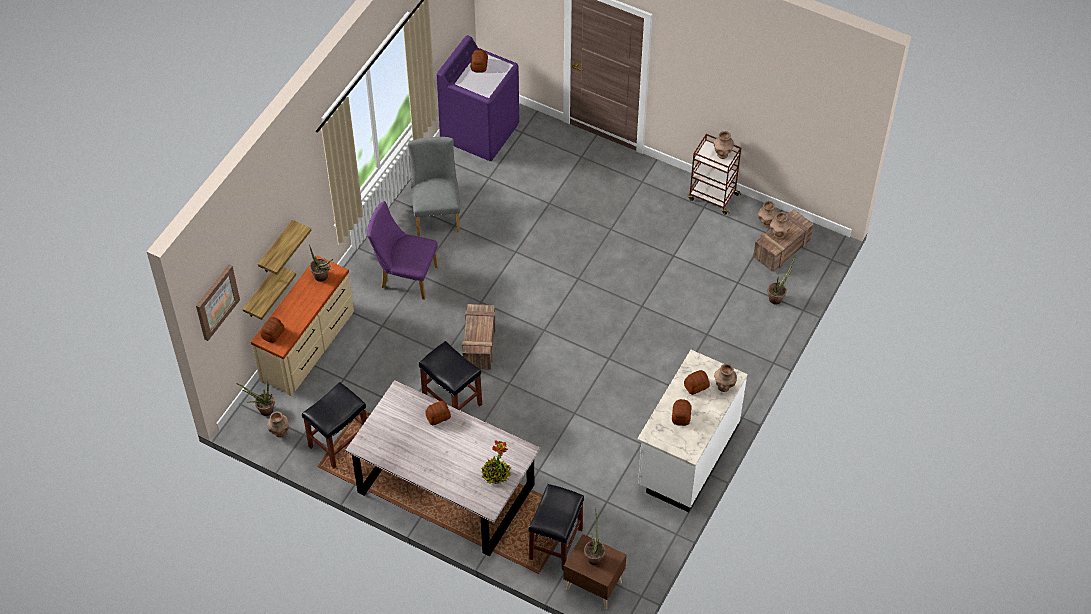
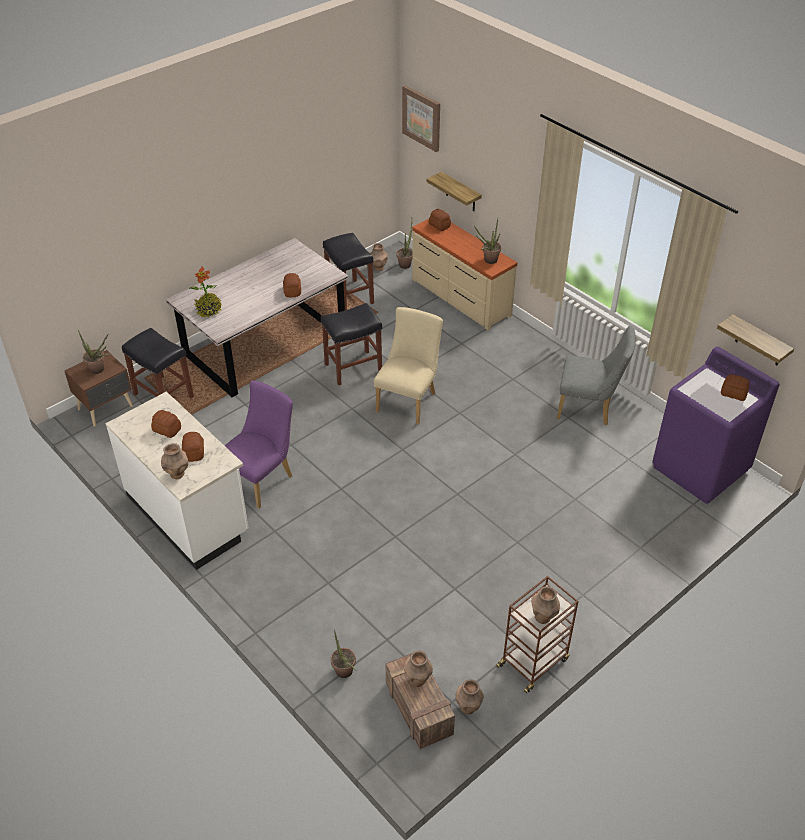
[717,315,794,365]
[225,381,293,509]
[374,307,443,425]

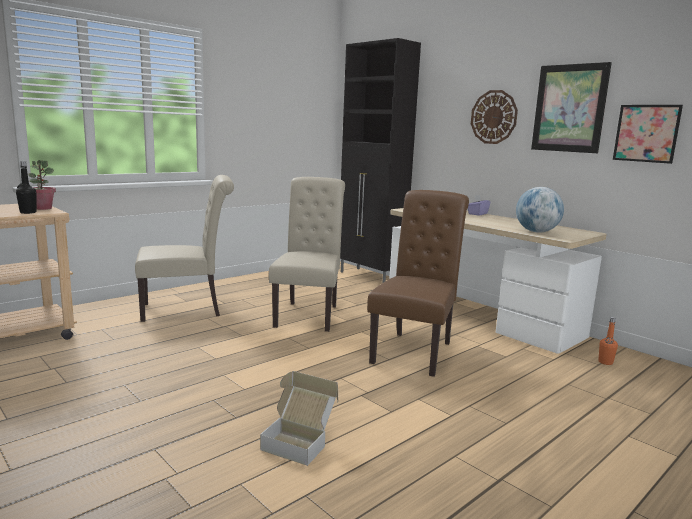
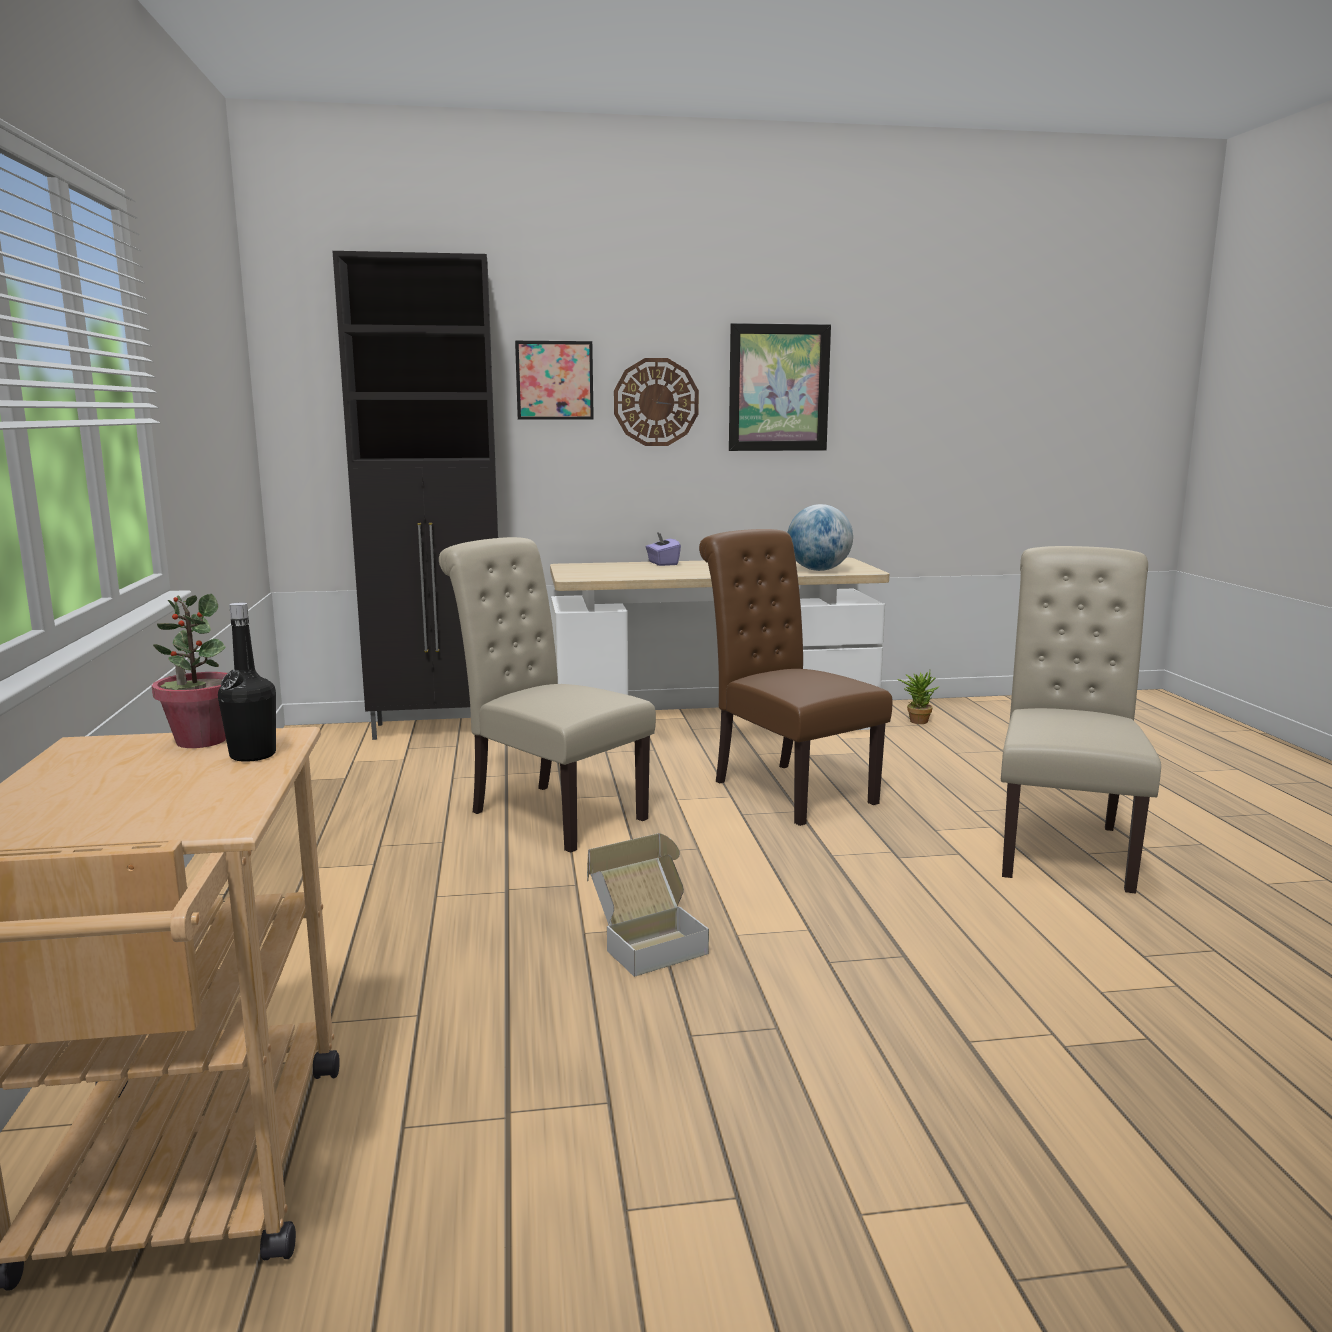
[1001,546,1161,894]
[587,833,709,977]
[515,341,594,420]
[897,671,939,724]

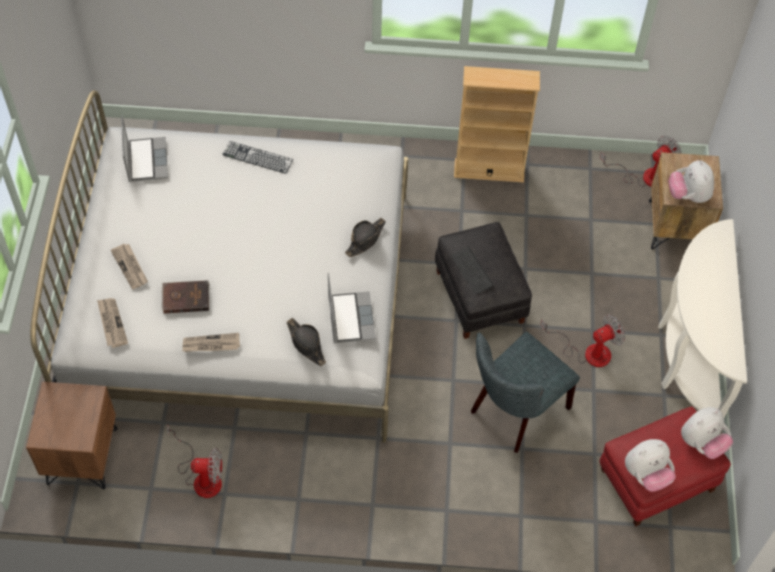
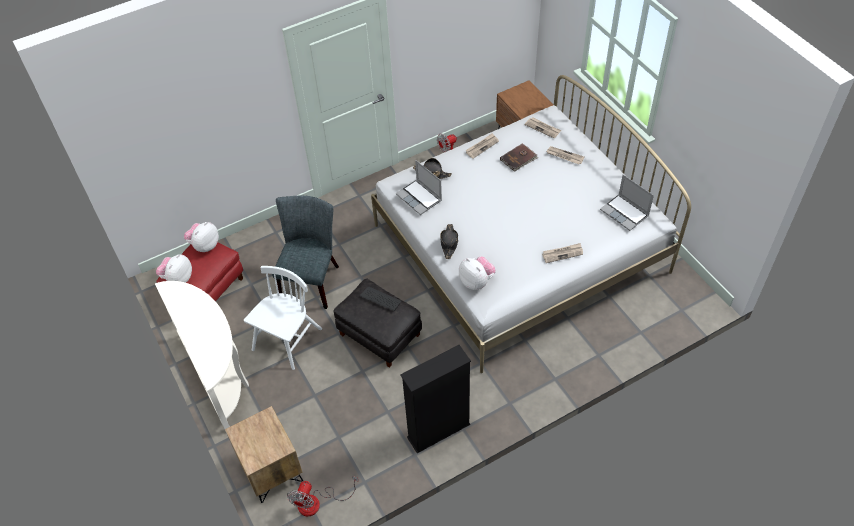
[459,257,496,290]
[542,243,583,263]
[244,266,322,370]
[400,345,471,453]

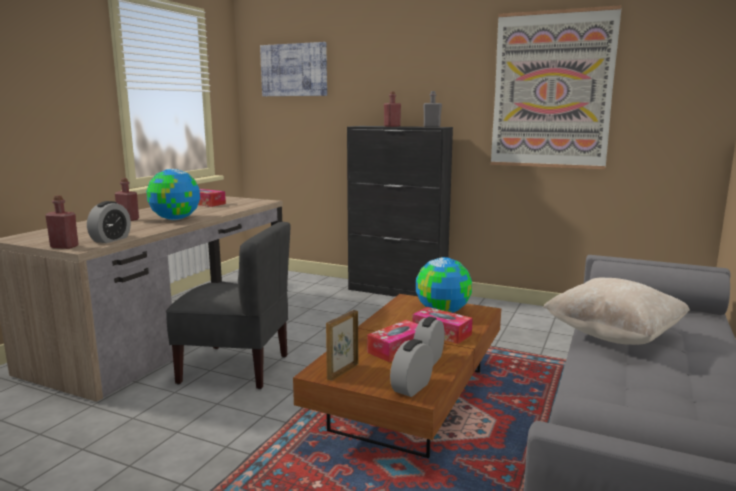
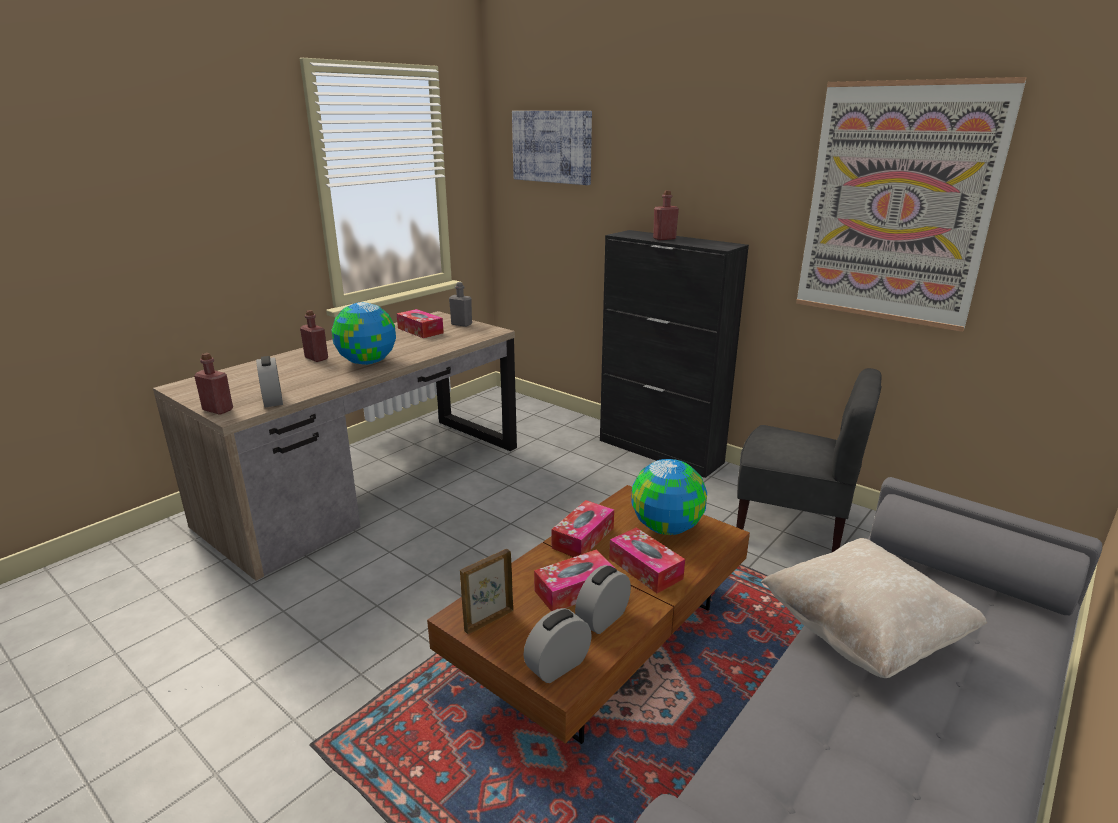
[552,500,614,557]
[736,368,882,552]
[449,282,472,327]
[256,356,283,407]

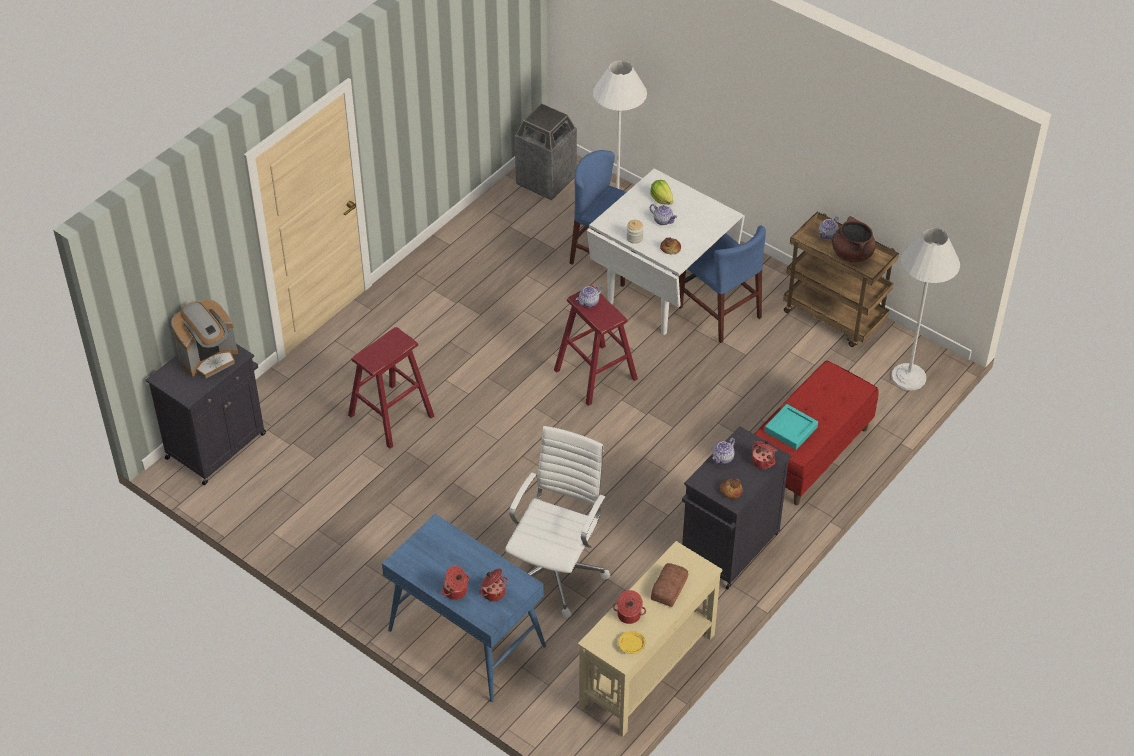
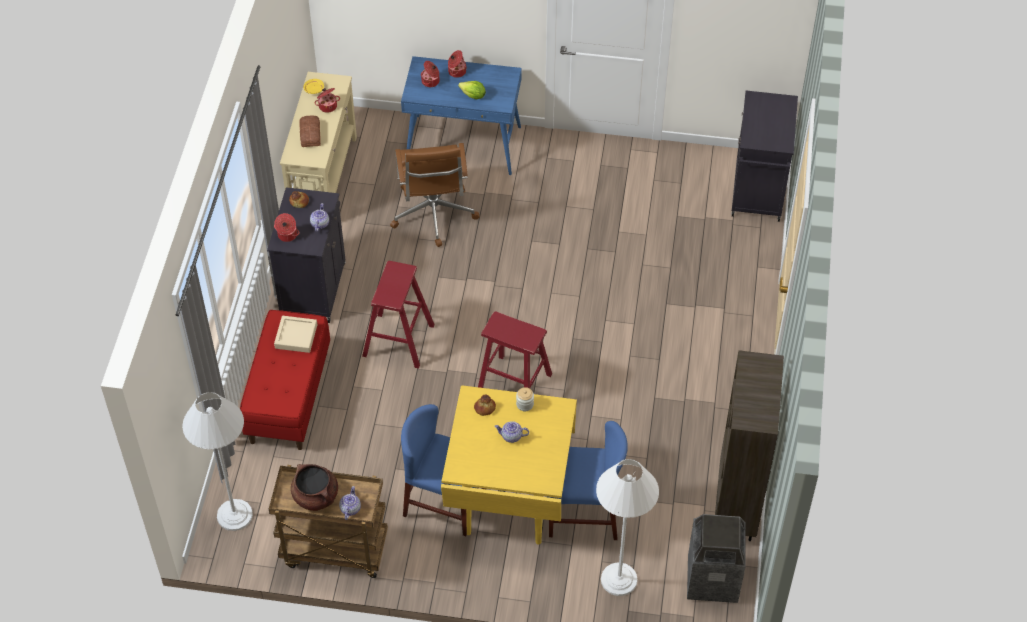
[171,300,238,378] (first image)
[576,285,603,307] (first image)
[715,350,784,541]
[362,261,435,369]
[458,81,486,99]
[390,143,480,247]
[441,385,577,544]
[274,316,317,353]

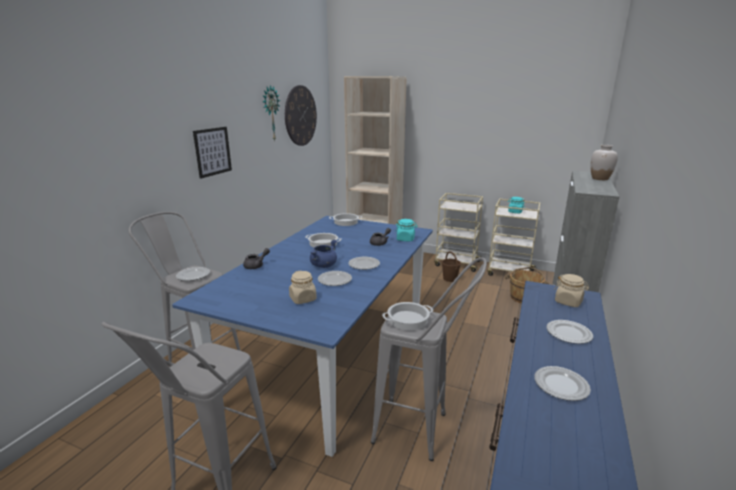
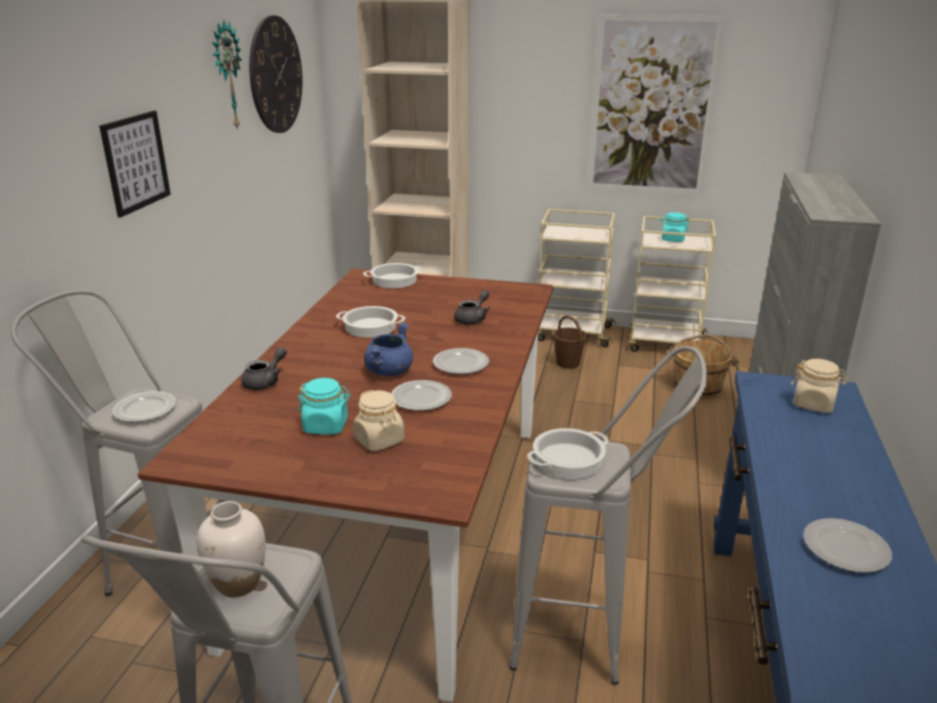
[546,320,593,344] (first image)
[588,15,724,194]
[298,378,351,434]
[197,501,266,597]
[138,269,553,702]

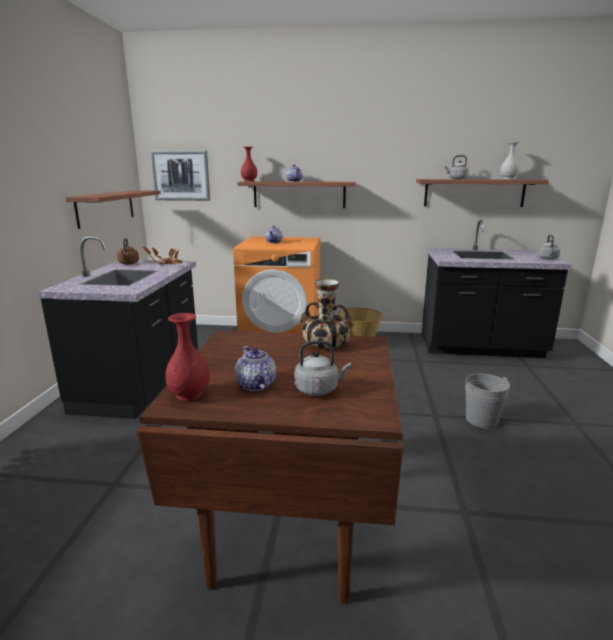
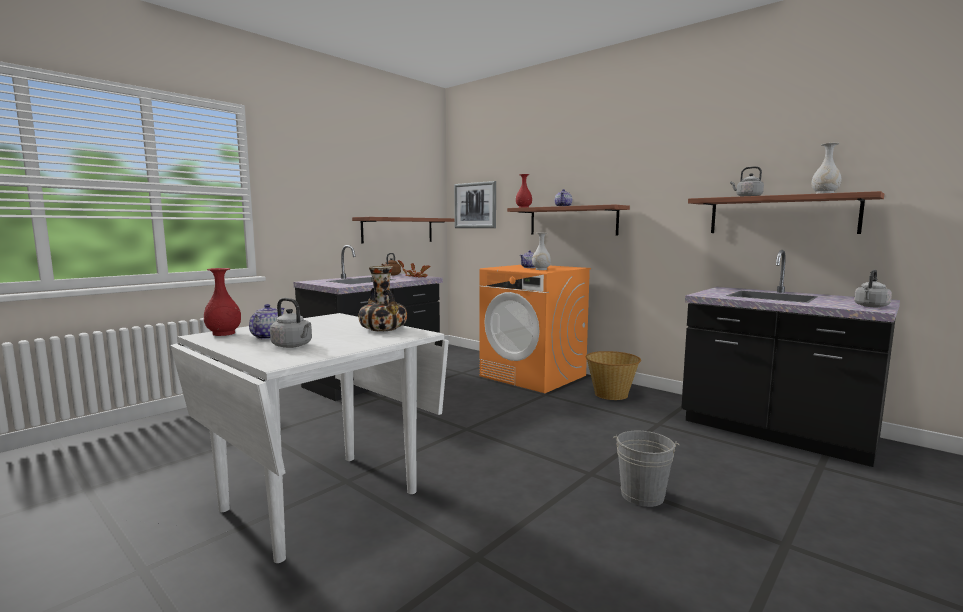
[532,233,551,270]
[170,313,449,563]

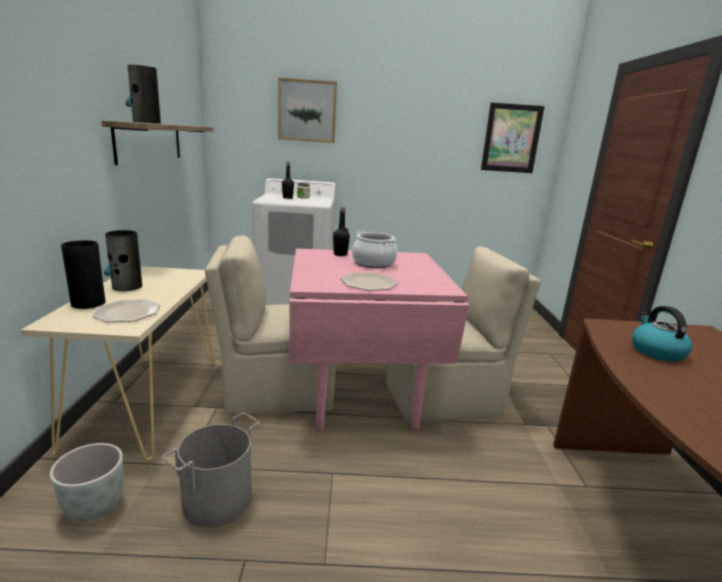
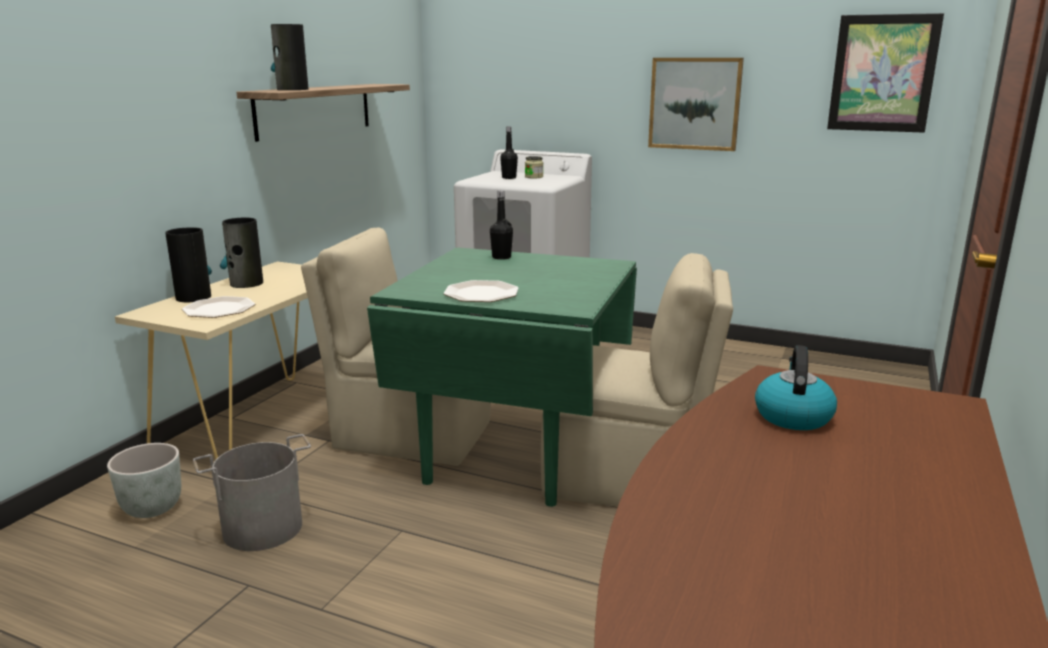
[352,230,397,268] (first image)
[648,58,744,151]
[367,247,637,507]

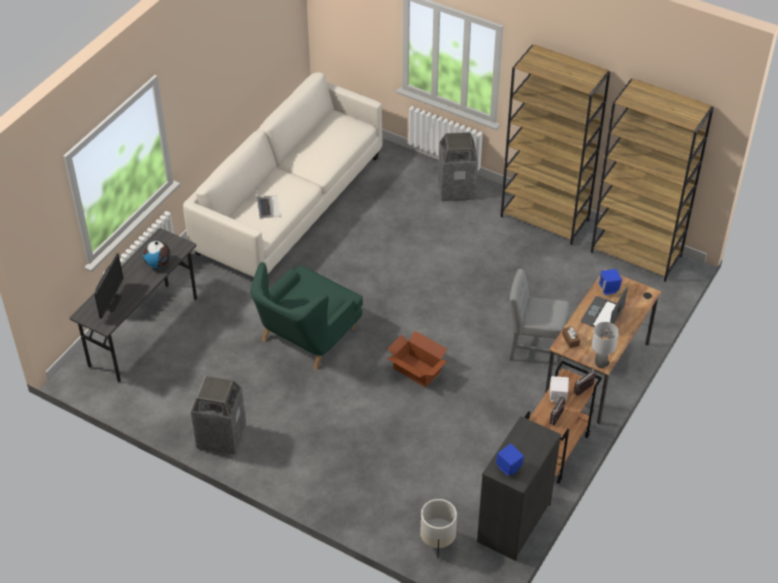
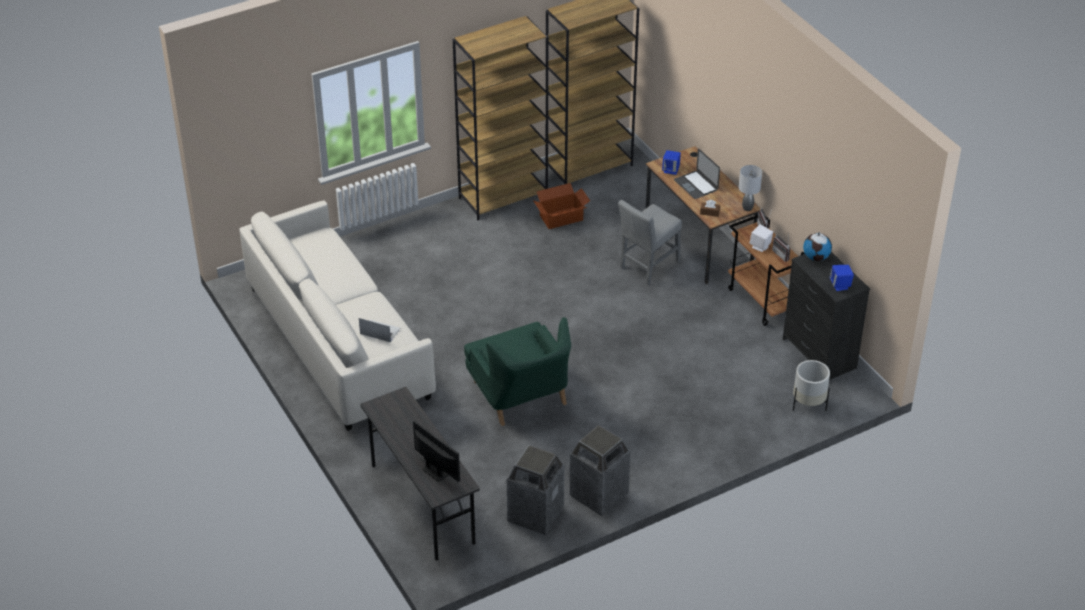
[803,232,832,261]
[533,183,590,229]
[507,445,565,535]

